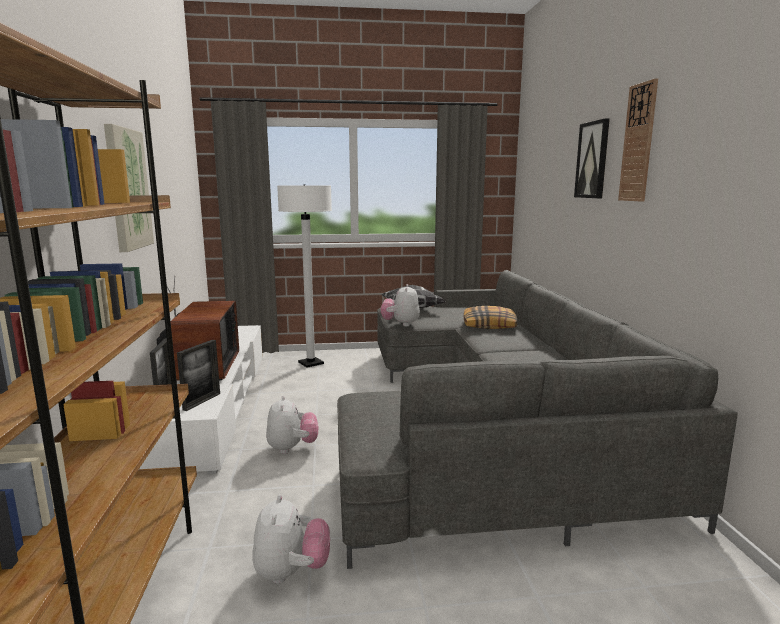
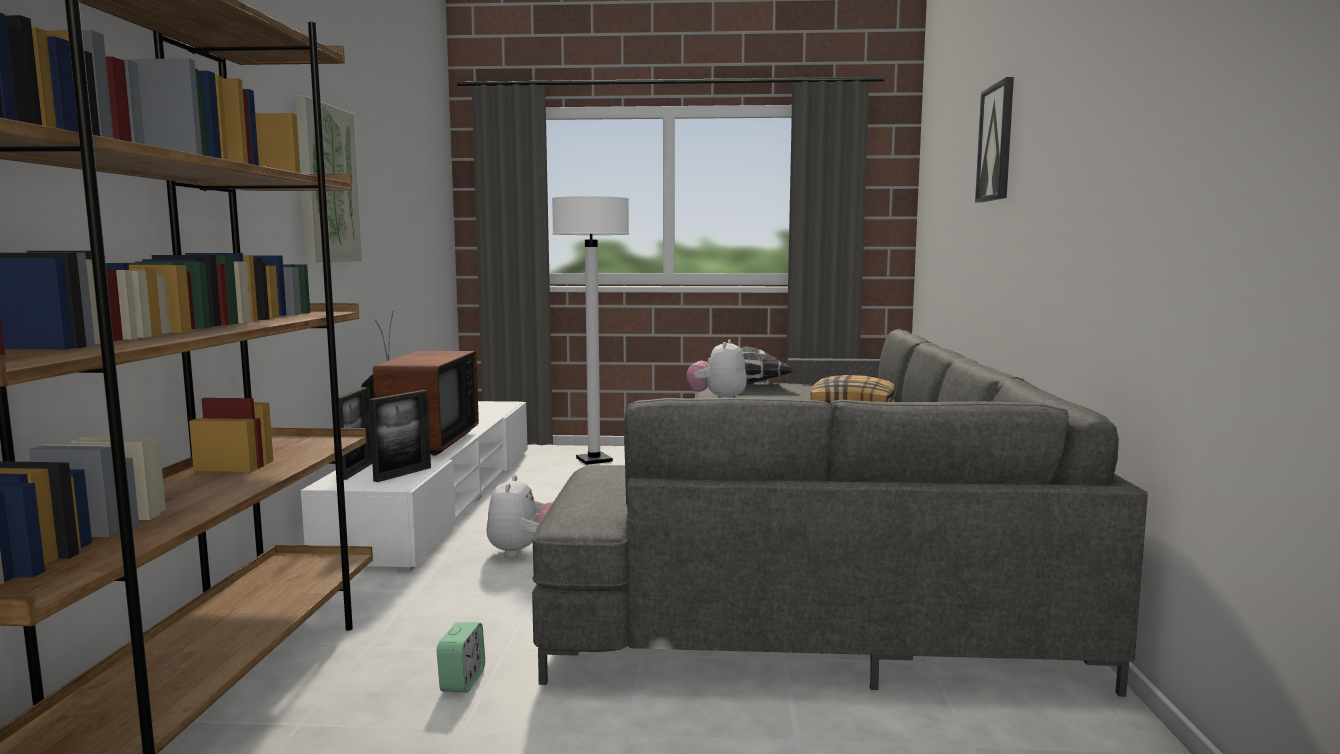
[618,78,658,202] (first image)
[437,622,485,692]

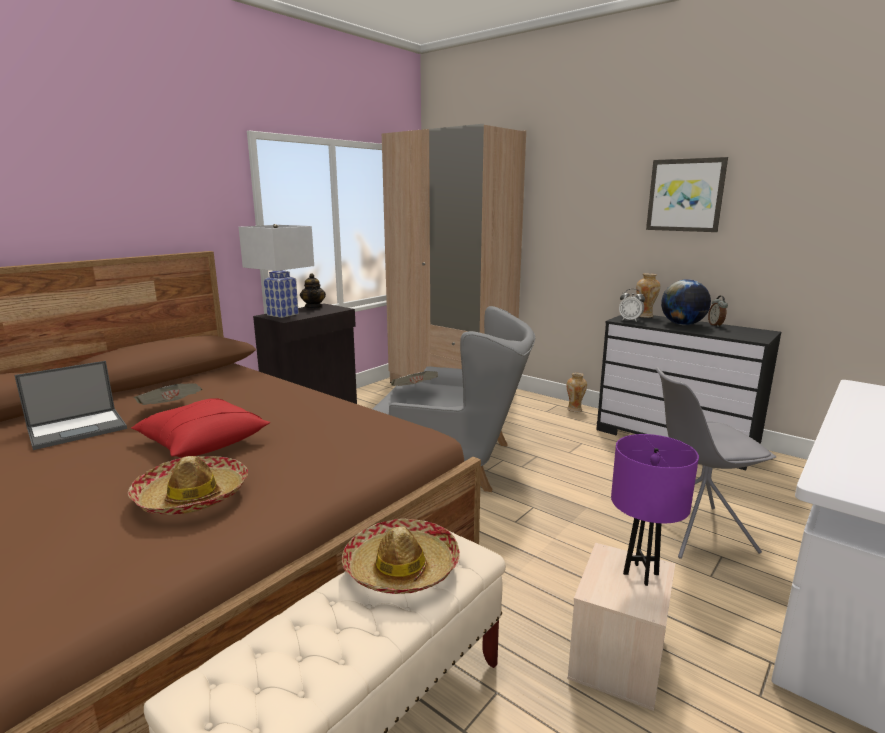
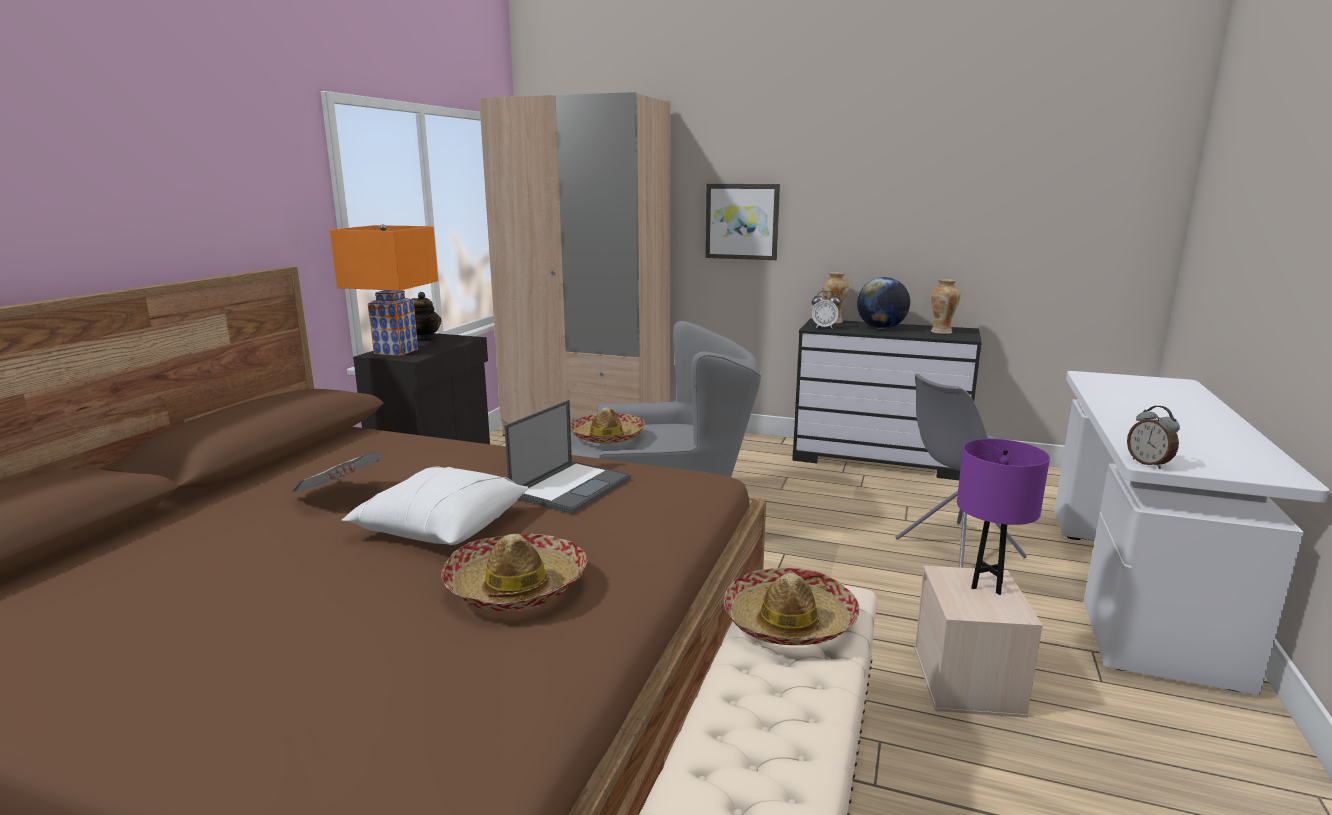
[504,400,631,514]
[931,279,961,334]
[705,184,780,260]
[1127,406,1180,469]
[570,407,646,444]
[342,466,528,545]
[330,225,438,356]

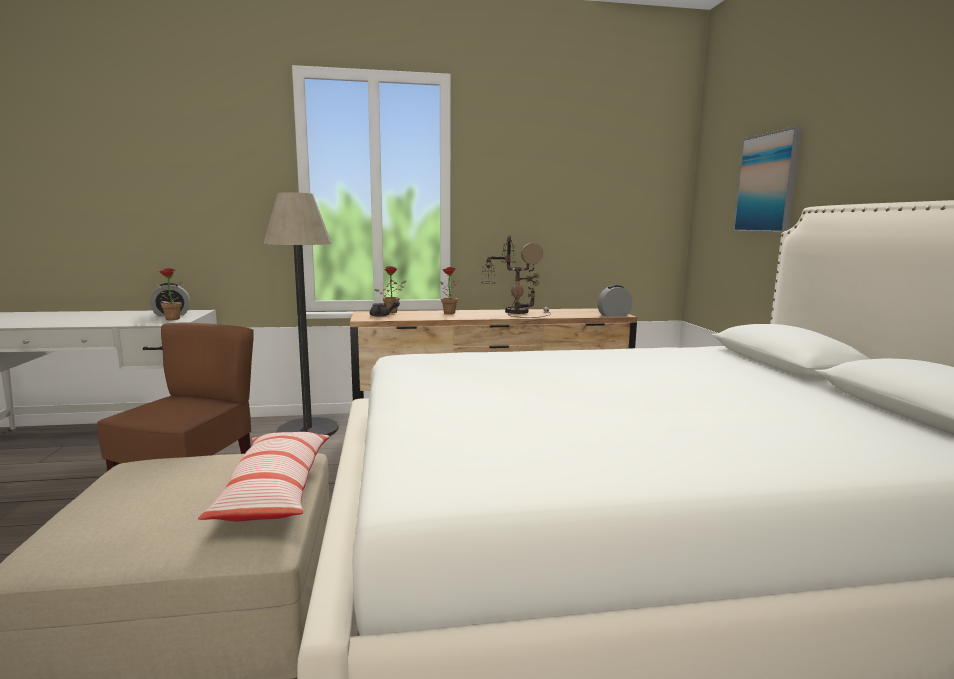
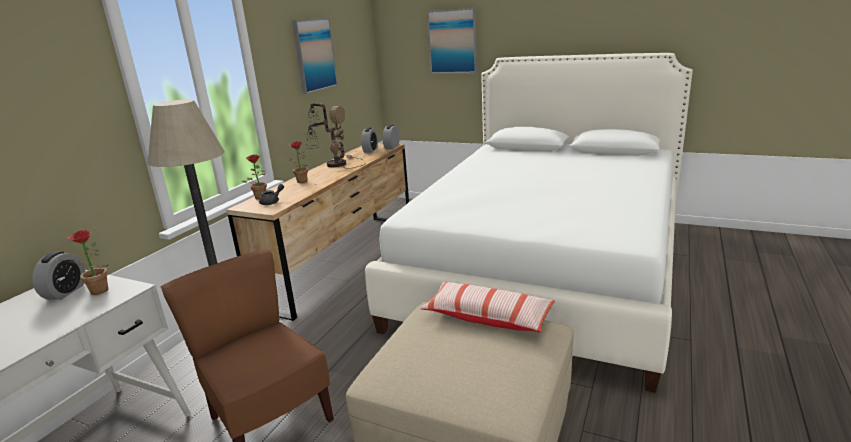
[292,18,338,94]
[361,128,378,153]

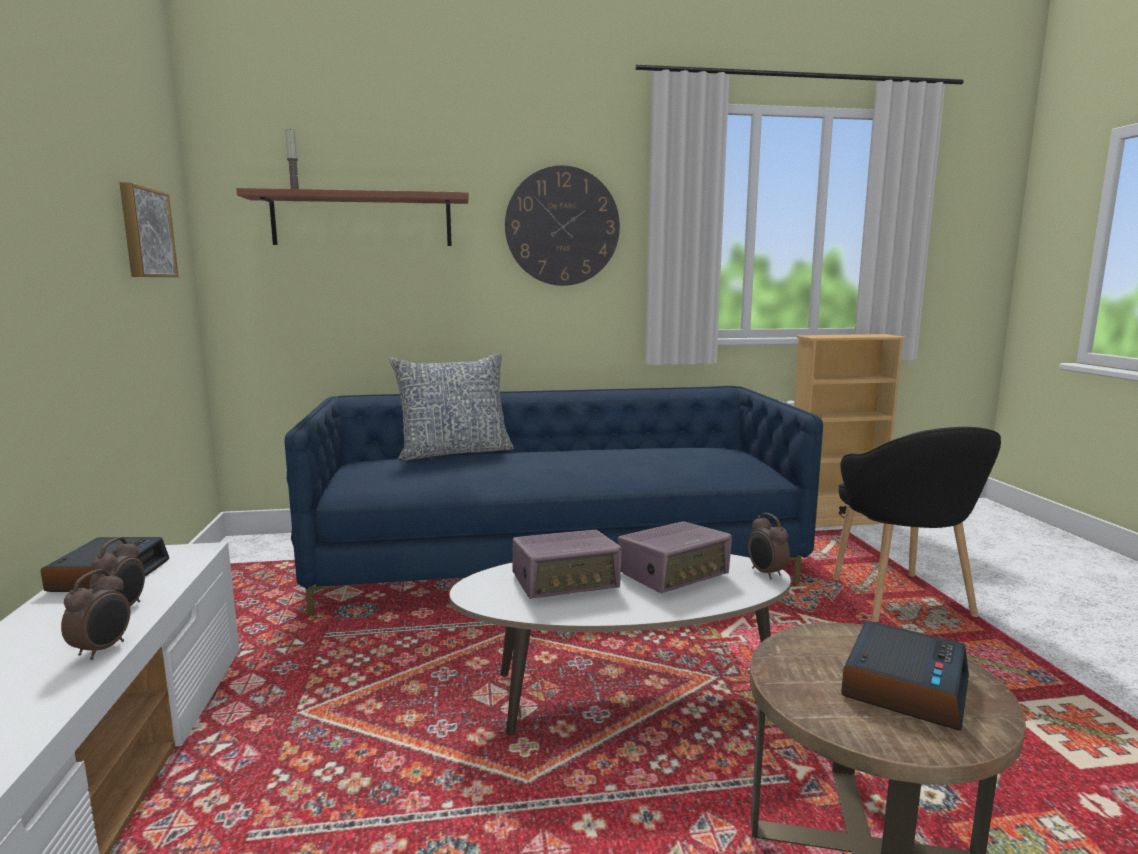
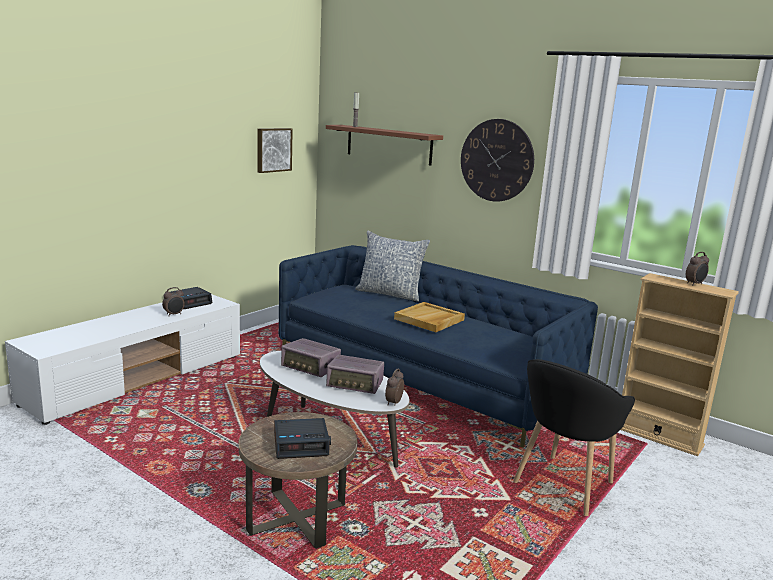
[394,302,465,332]
[686,252,709,286]

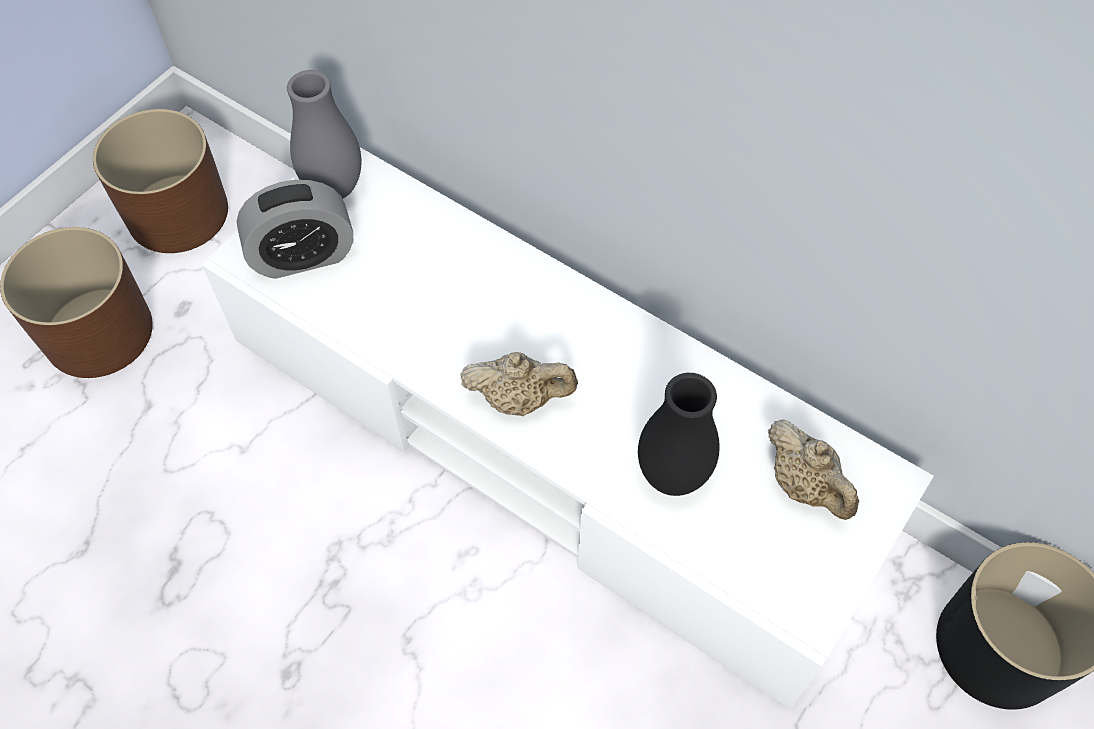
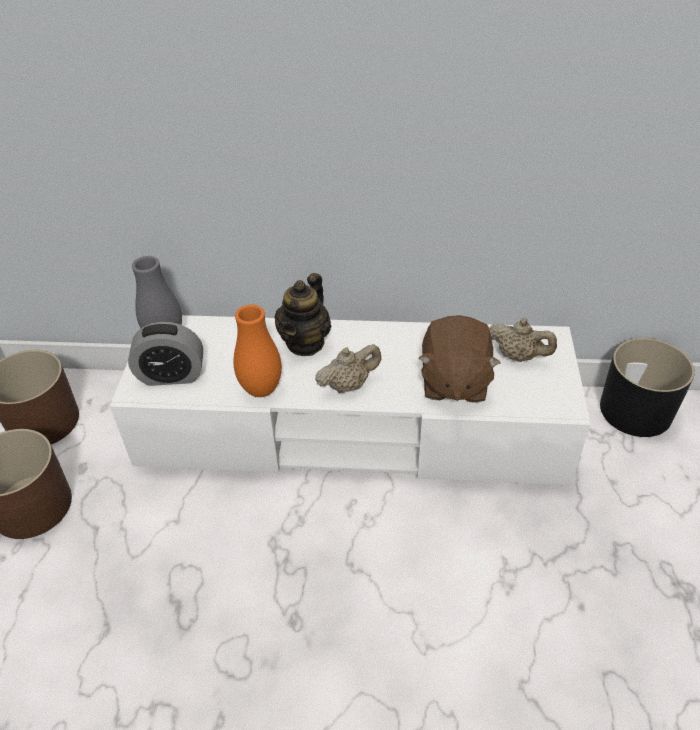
[234,305,282,397]
[275,273,331,356]
[418,315,501,403]
[128,322,203,386]

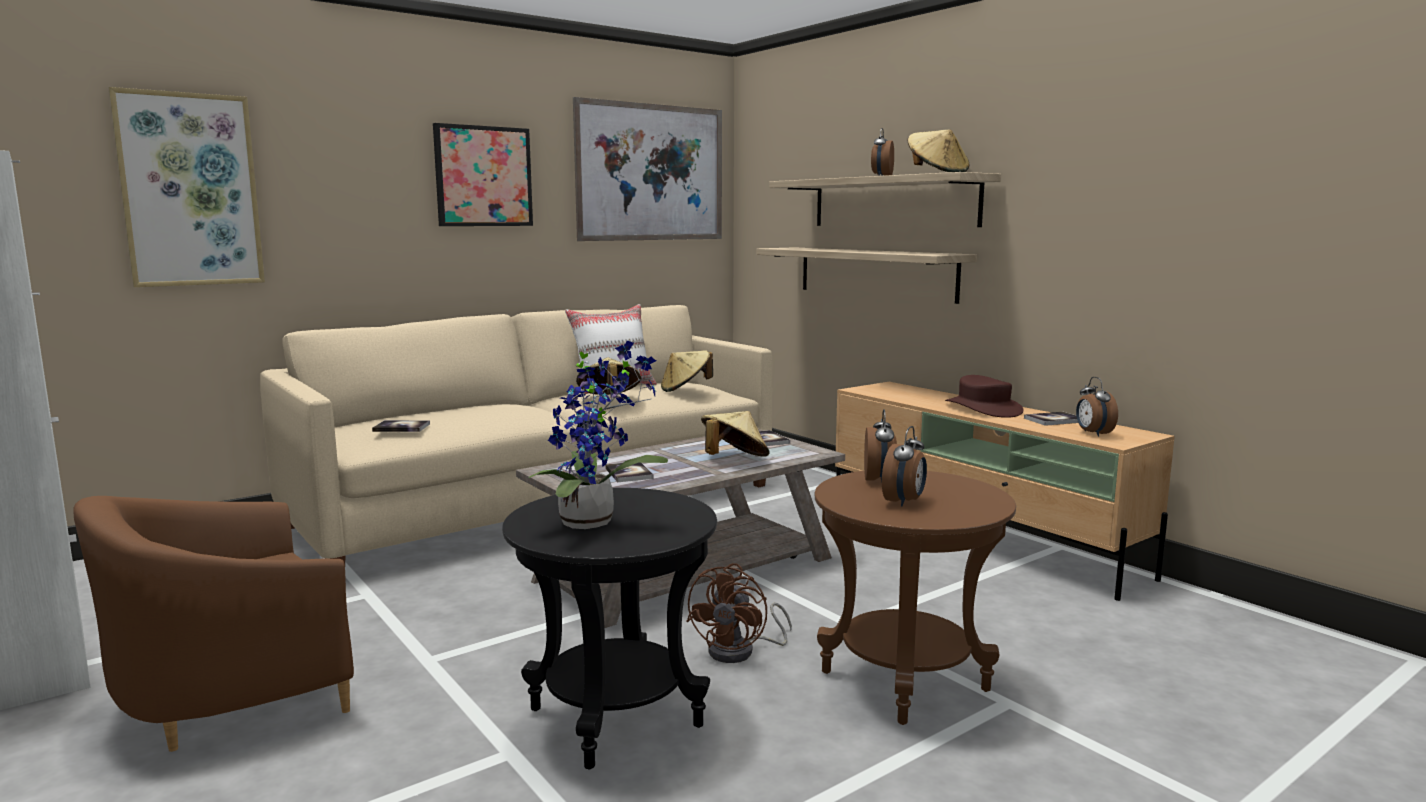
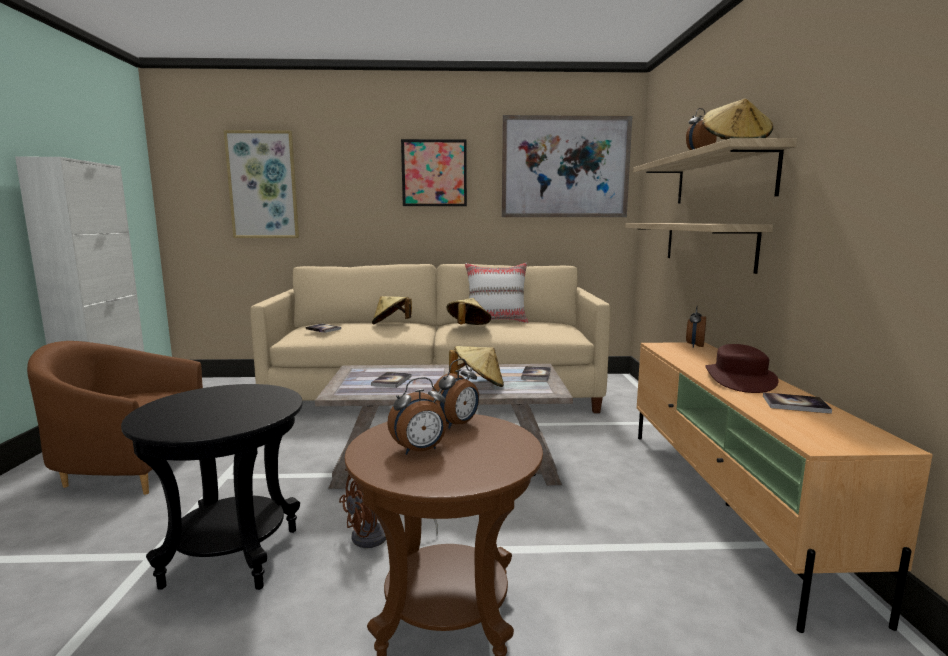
[528,340,668,529] (first image)
[372,296,412,324]
[686,306,706,348]

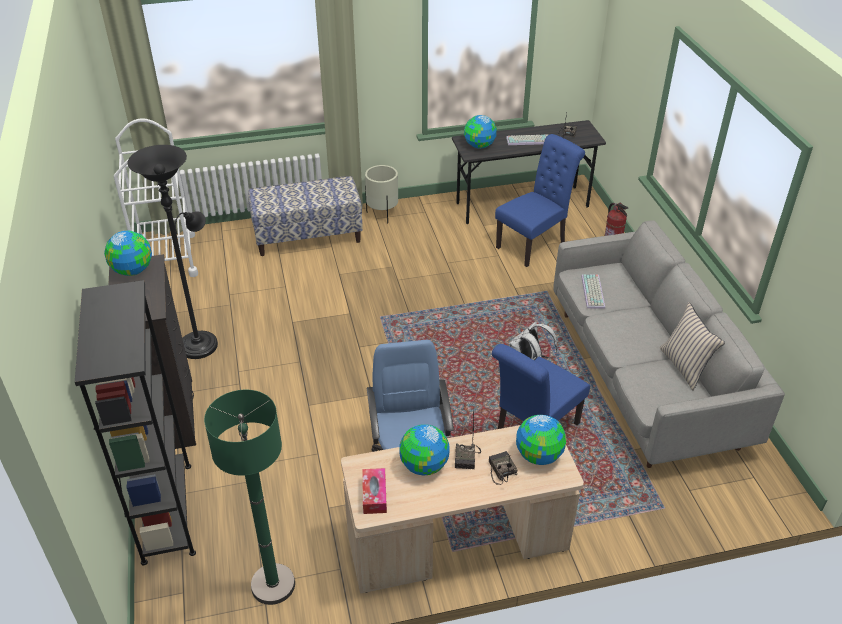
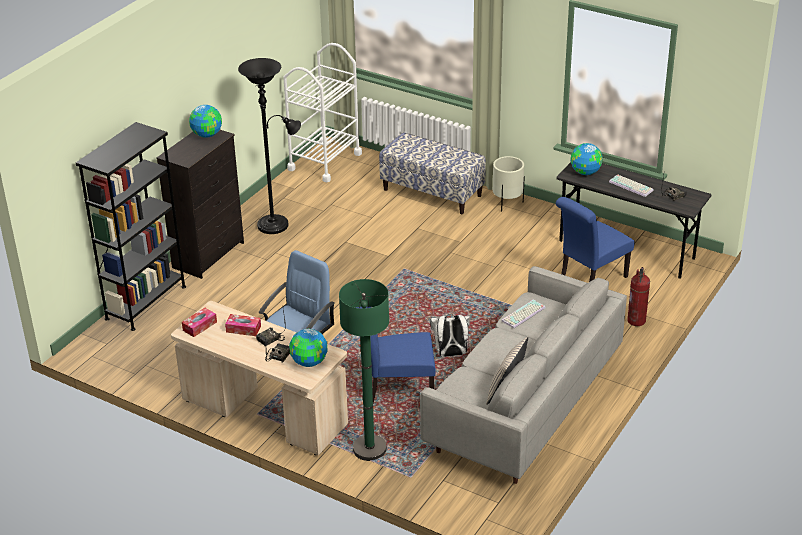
[339,279,389,461]
[225,314,261,336]
[556,197,635,282]

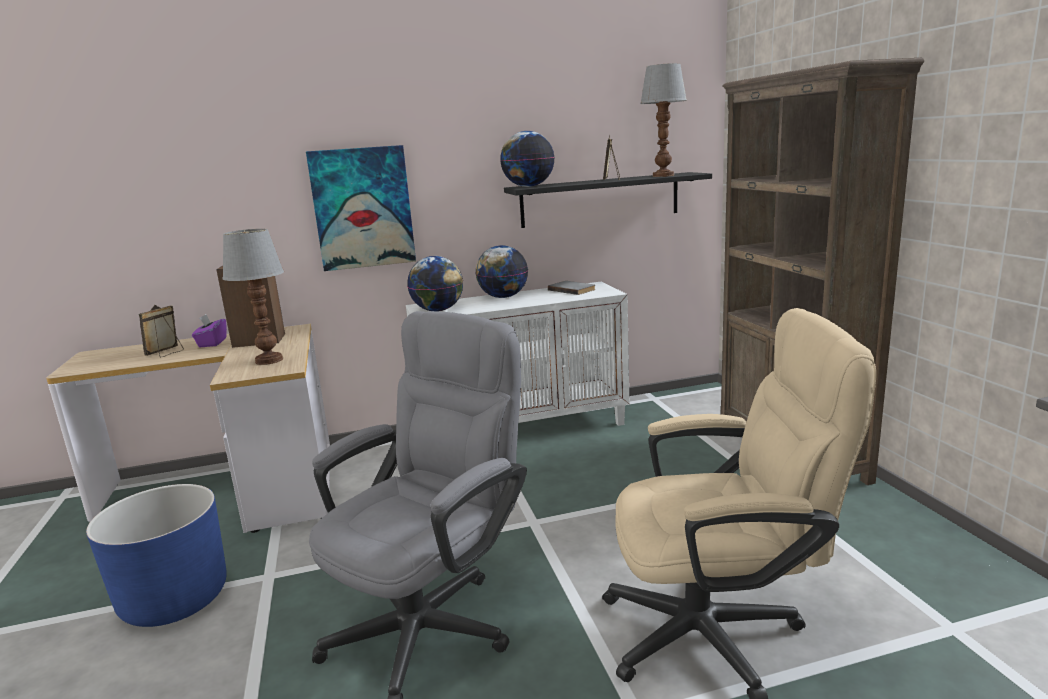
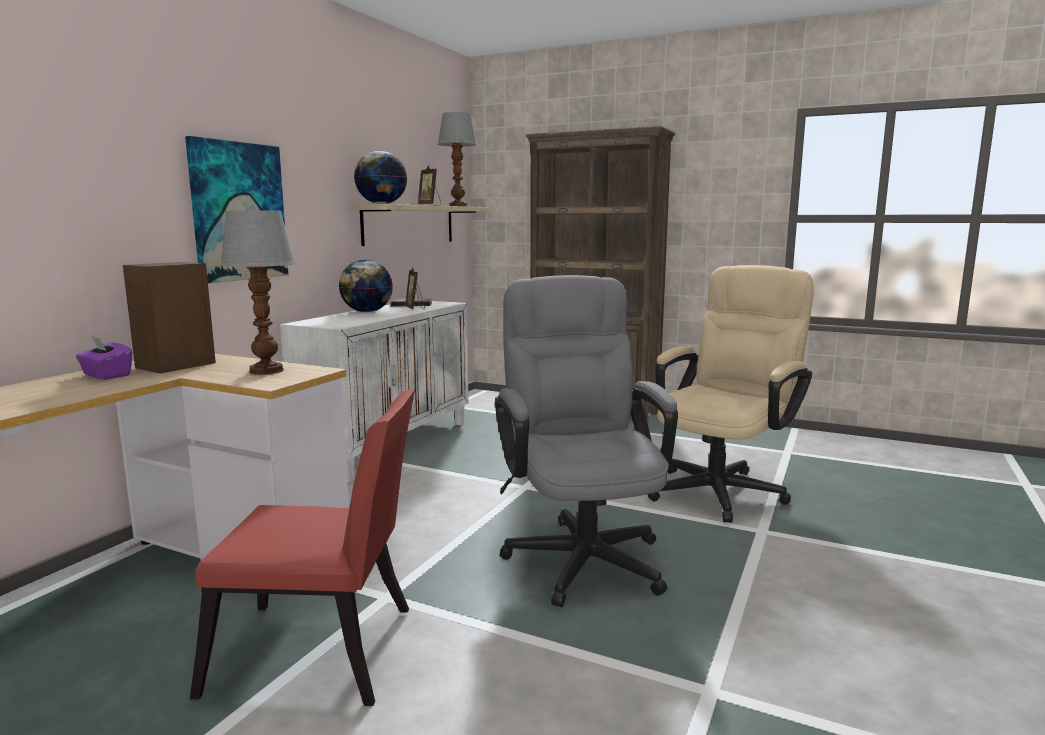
[407,256,463,312] (first image)
[405,268,425,310]
[190,389,415,706]
[350,204,488,246]

